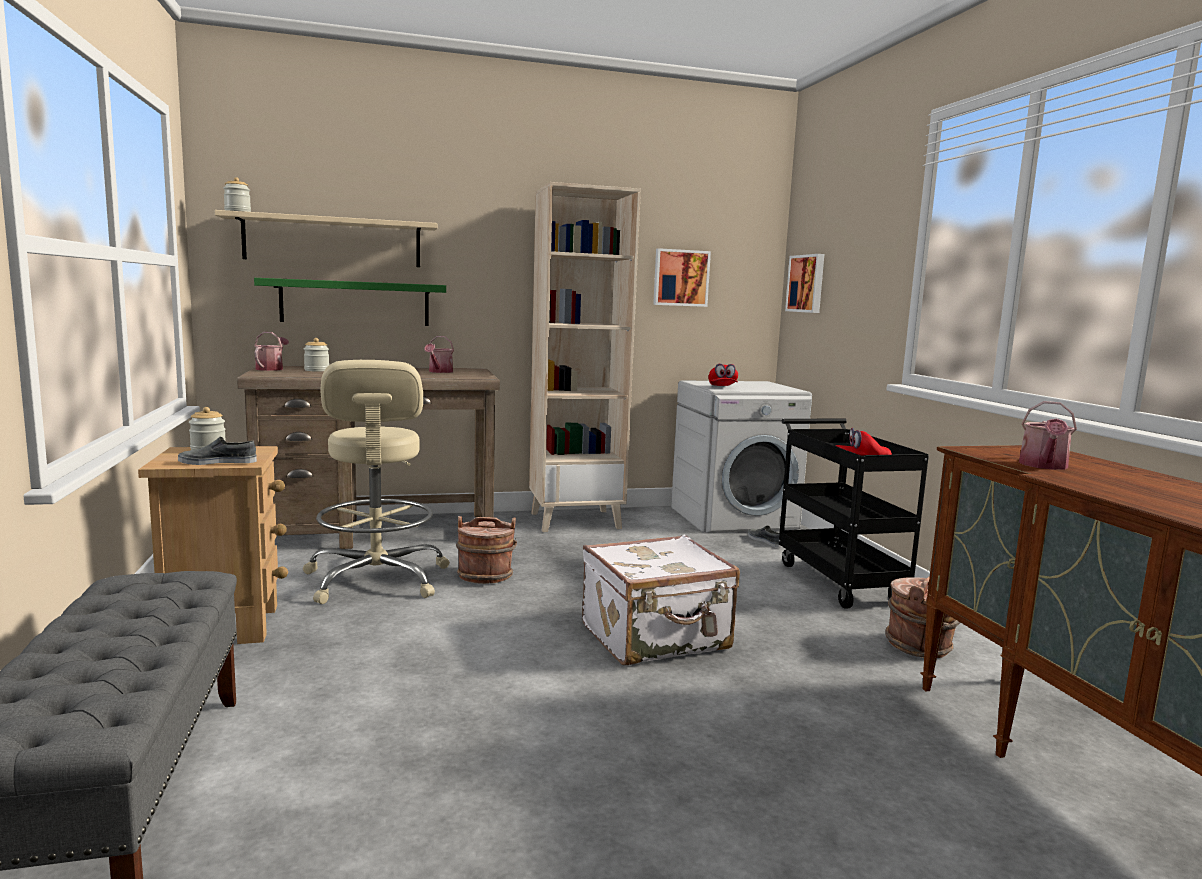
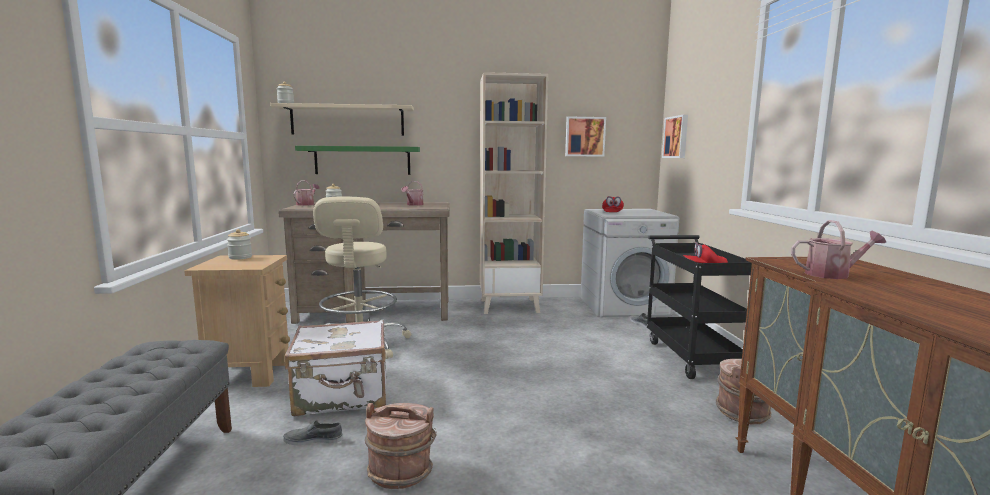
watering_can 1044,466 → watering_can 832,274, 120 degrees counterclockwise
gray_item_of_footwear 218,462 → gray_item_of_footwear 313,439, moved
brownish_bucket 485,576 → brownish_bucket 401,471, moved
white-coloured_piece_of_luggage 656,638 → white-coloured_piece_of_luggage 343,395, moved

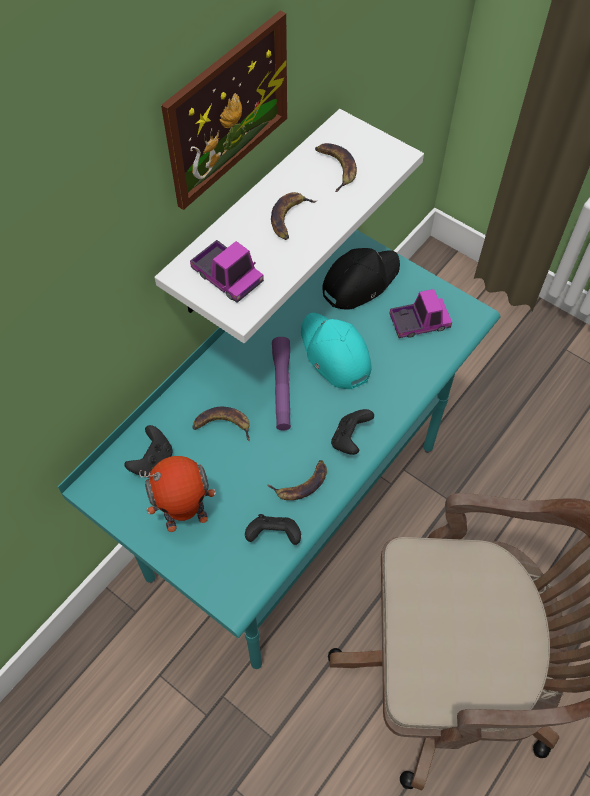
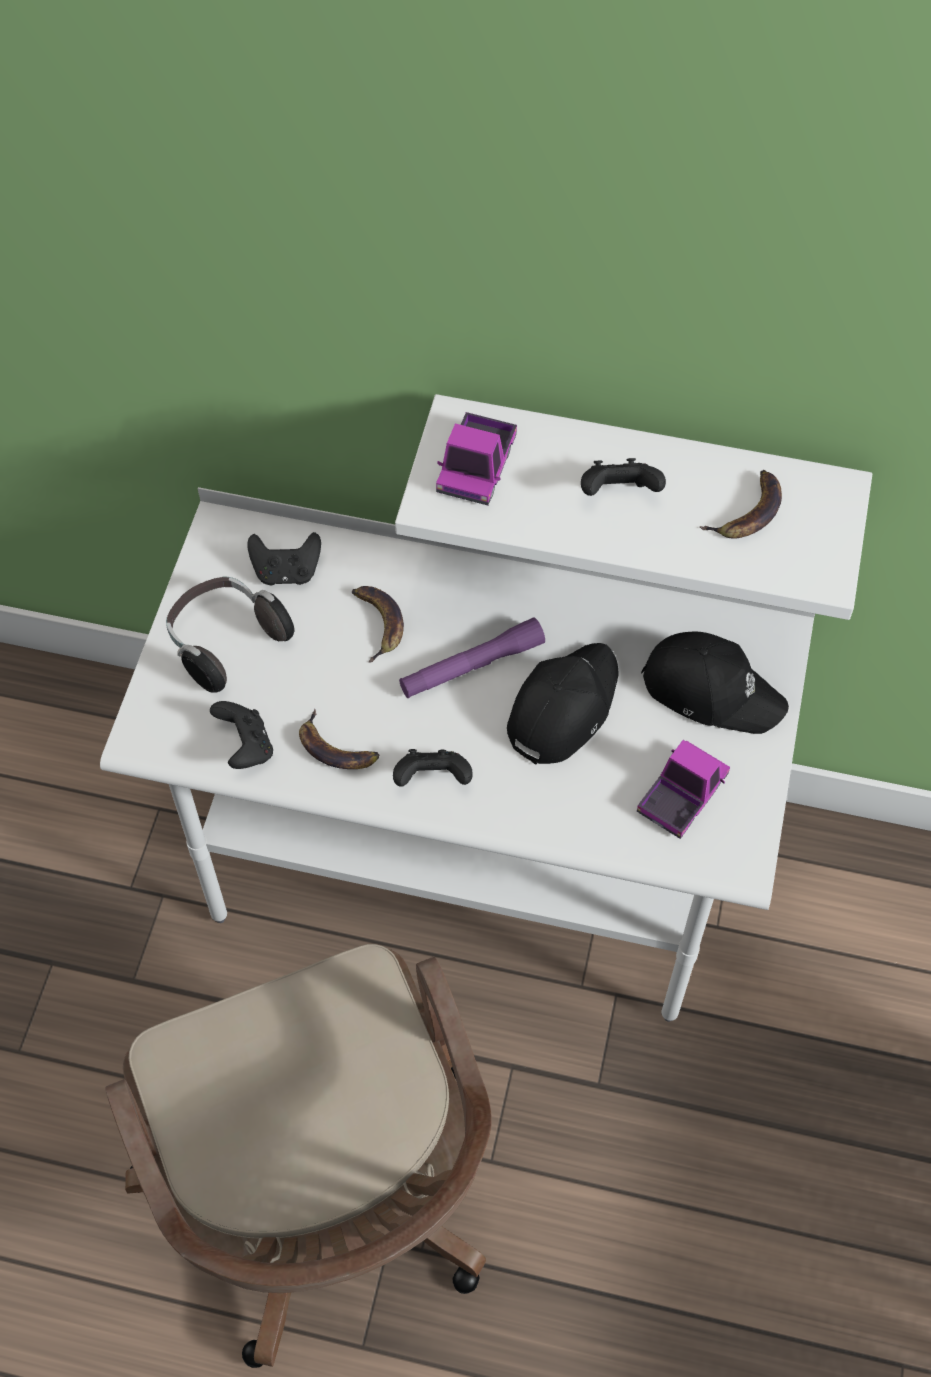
wall_picture 227,110 → -
whole_banana 289,218 → blackish_game_controller 618,494
turquoise_desk_table 293,511 → white-coloured_desk_table 466,869
model_truck 419,323 → model_truck 681,795, 105 degrees counterclockwise
turquoise_peaked_cap 334,354 → blackish_peaked_cap 562,707
robot_figure 186,518 → pair_of_headphones 226,642

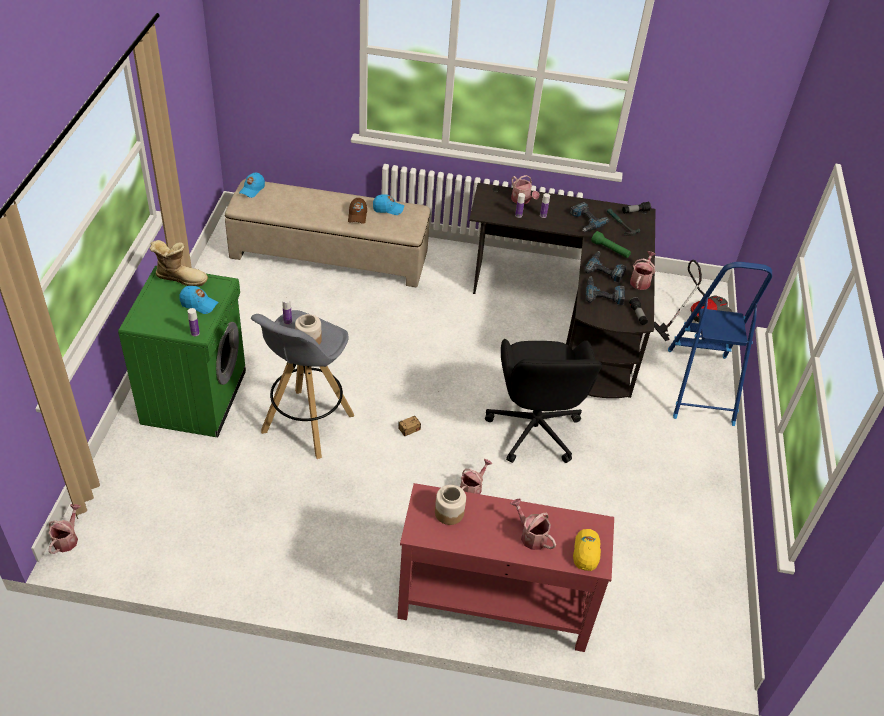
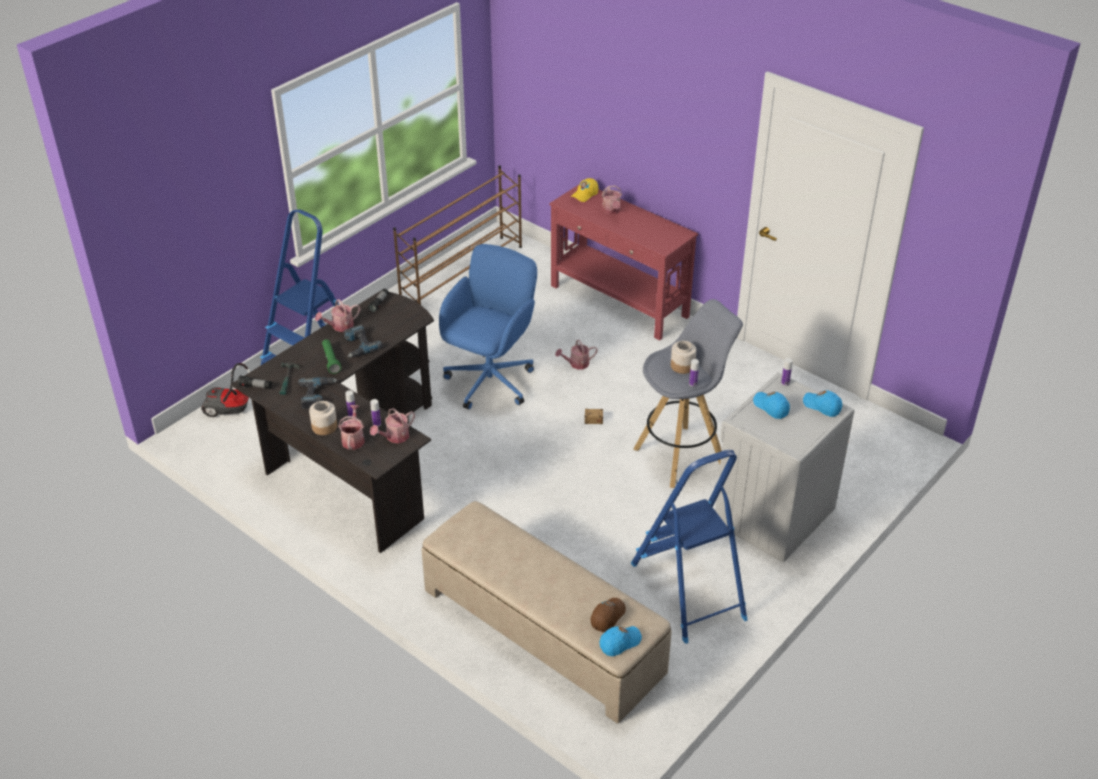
blue_peaked_cap 388,209 → blue_peaked_cap 822,406, moved
brownish_peaked_cap 357,216 → brownish_peaked_cap 607,617, moved
high-top_boot 181,277 → -
green_laundry_appliance 197,397 → white-coloured_laundry_appliance 771,515
power_drill 604,294 → -
blackish_office_chair 533,431 → blue_office_chair 491,382
preserve_jar 449,512 → preserve_jar 324,427, moved
watering_can 67,539 → watering_can 394,437, moved
- → brownish_shoe_shelf 463,273
- → blue_step_ladder 687,589

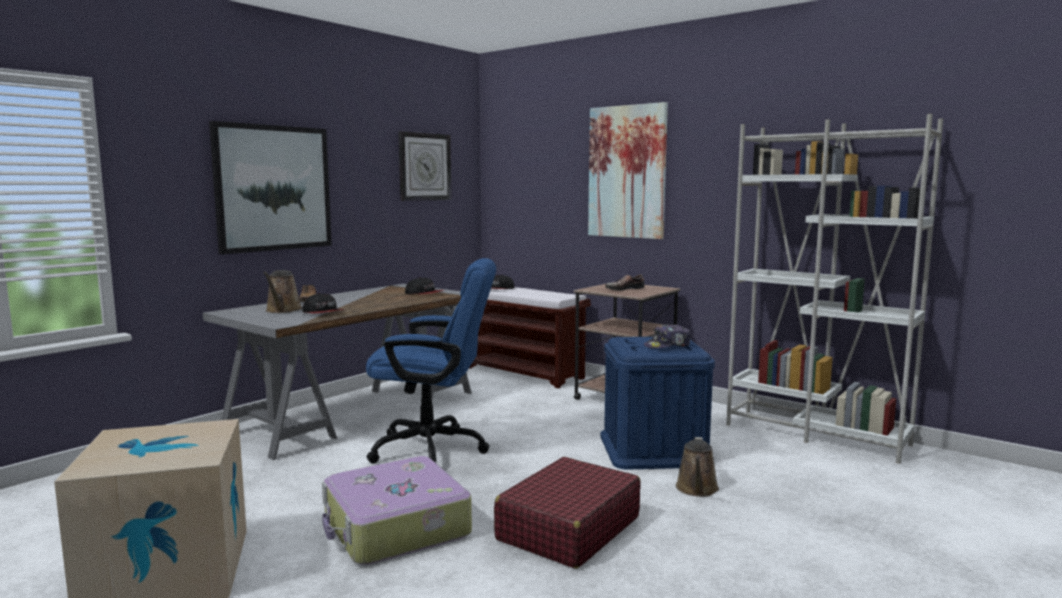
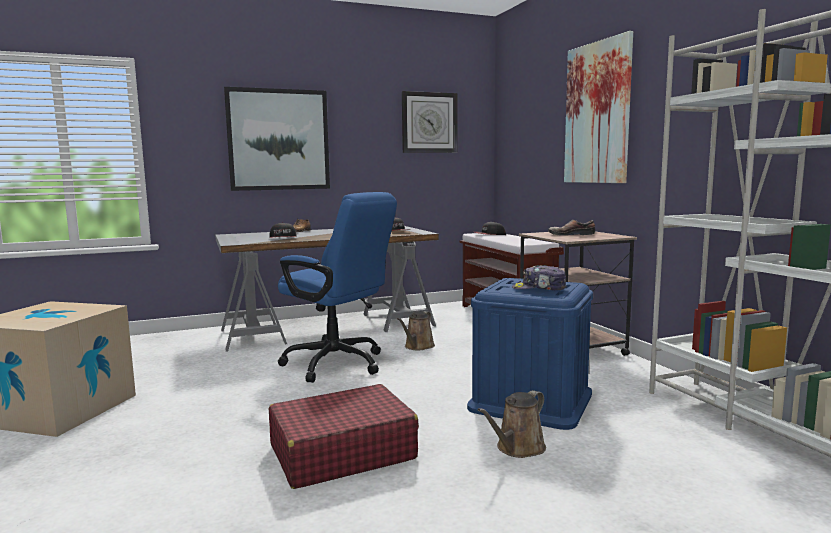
brownish_watering_can 283,310 → brownish_watering_can 418,347, moved
piece_of_luggage 395,528 → -

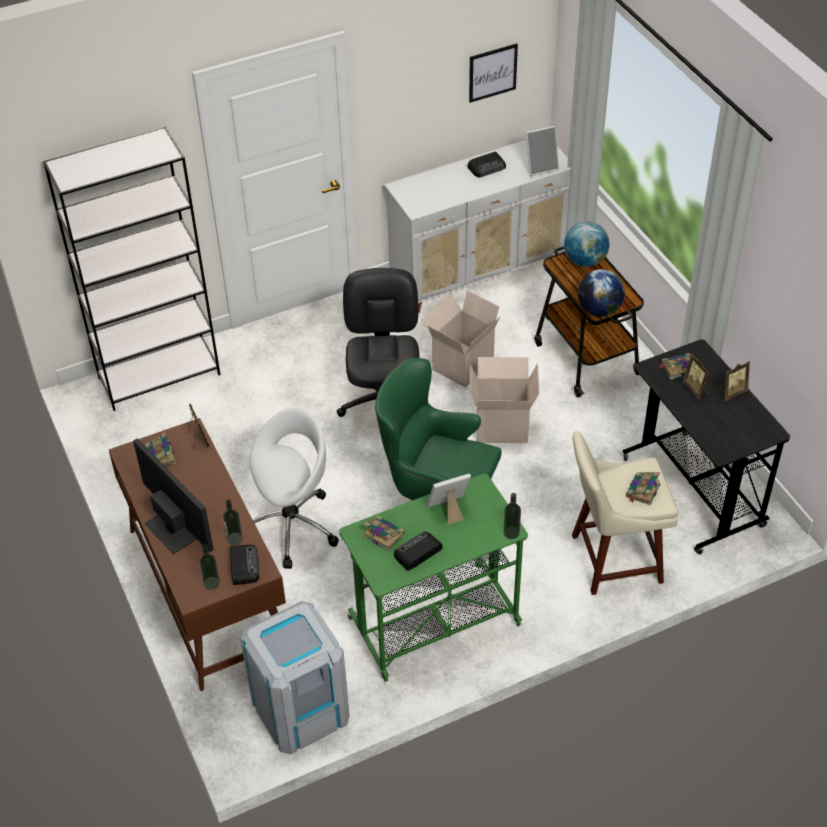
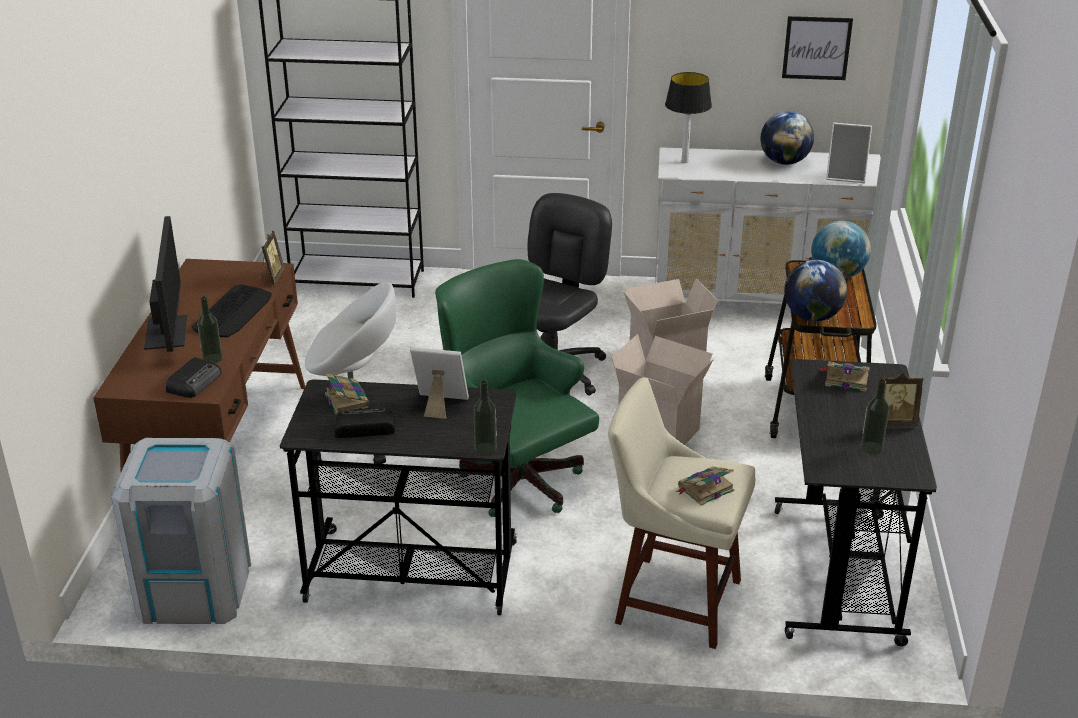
radio 487,167 → desk_globe 784,162
photo_frame 696,389 → -
bound_book 161,457 → -
green_desk_table 434,622 → blackish_desk_table 410,572
drink_bottle 211,583 → drink_bottle 871,447, moved
- → tabletop_lamp 685,161
- → keyboard 233,312

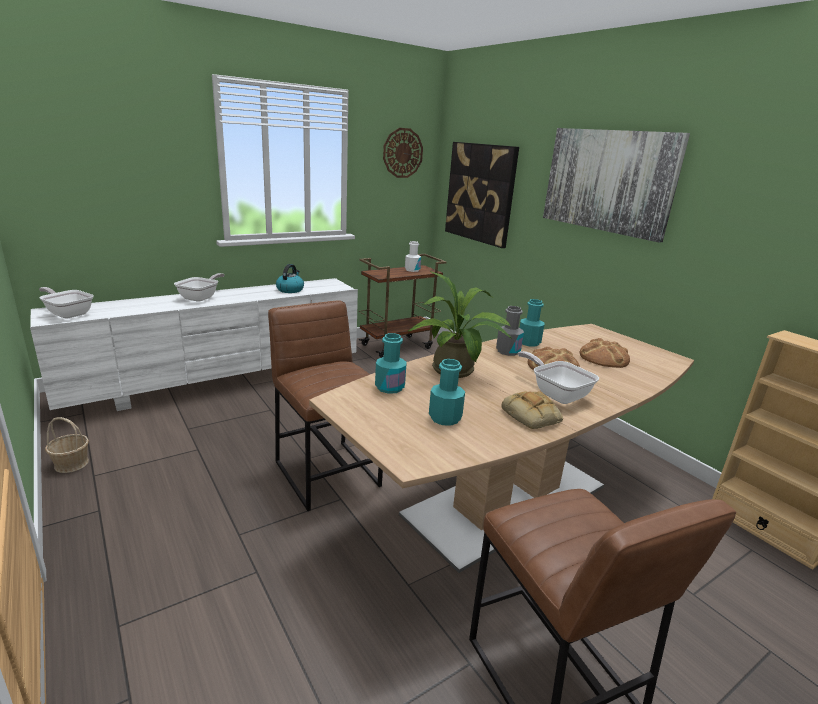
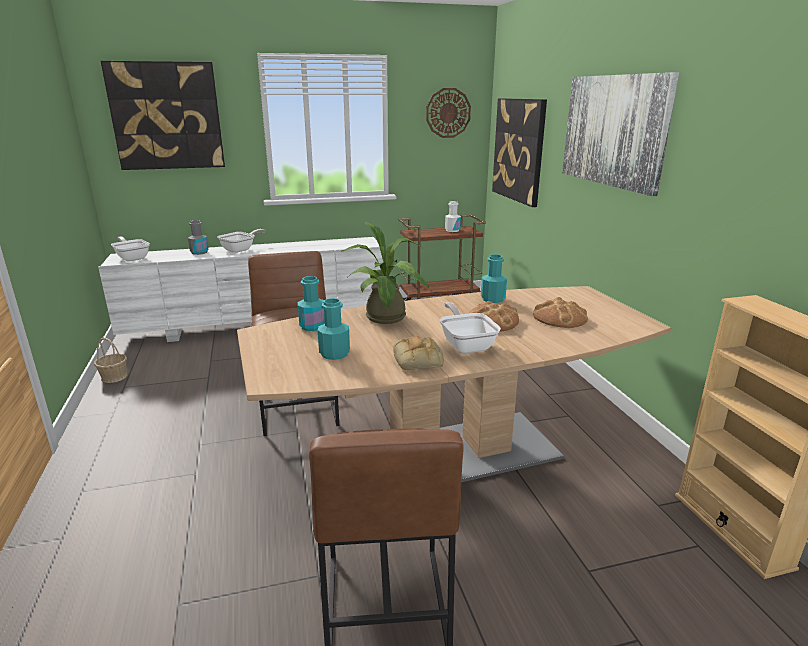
kettle 290,289 → -
gray_drink_bottle 508,351 → gray_drink_bottle 199,252, moved
- → wall_picture 166,116

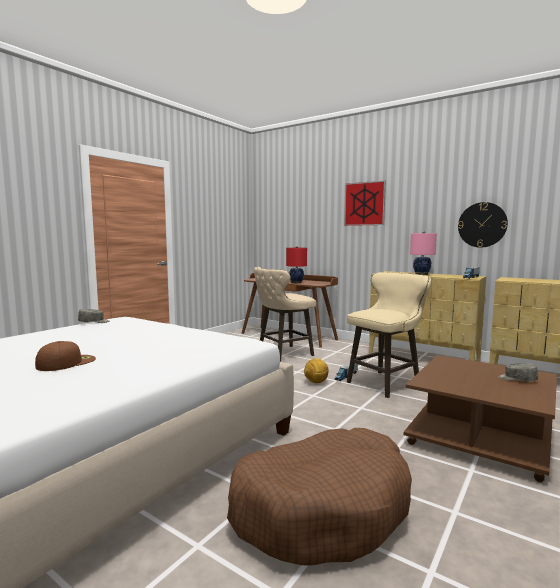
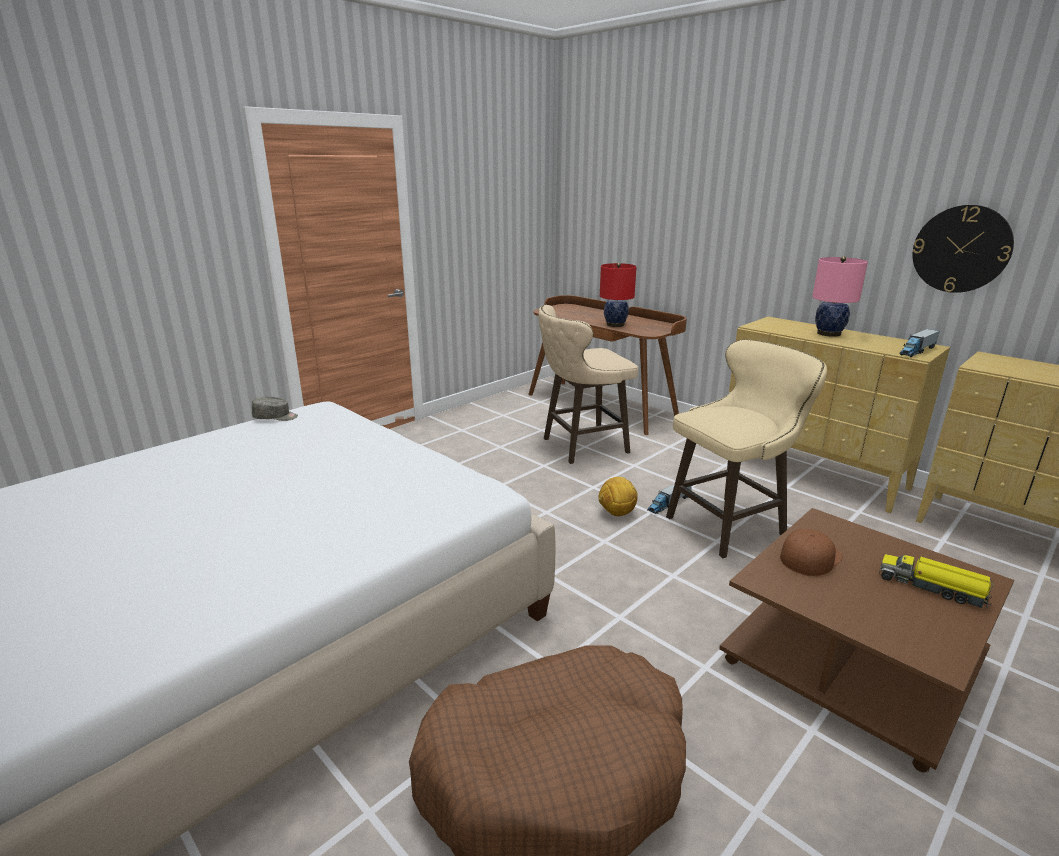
wall_picture 364,204 → -
brownish_peaked_cap 66,362 → brownish_peaked_cap 810,556, moved
gray_peaked_cap 517,379 → model_truck 932,588

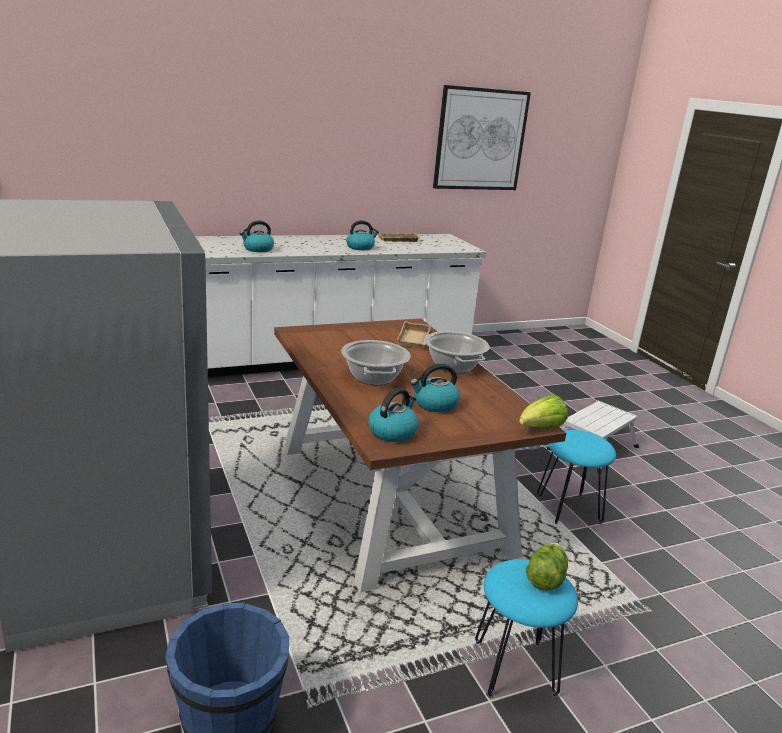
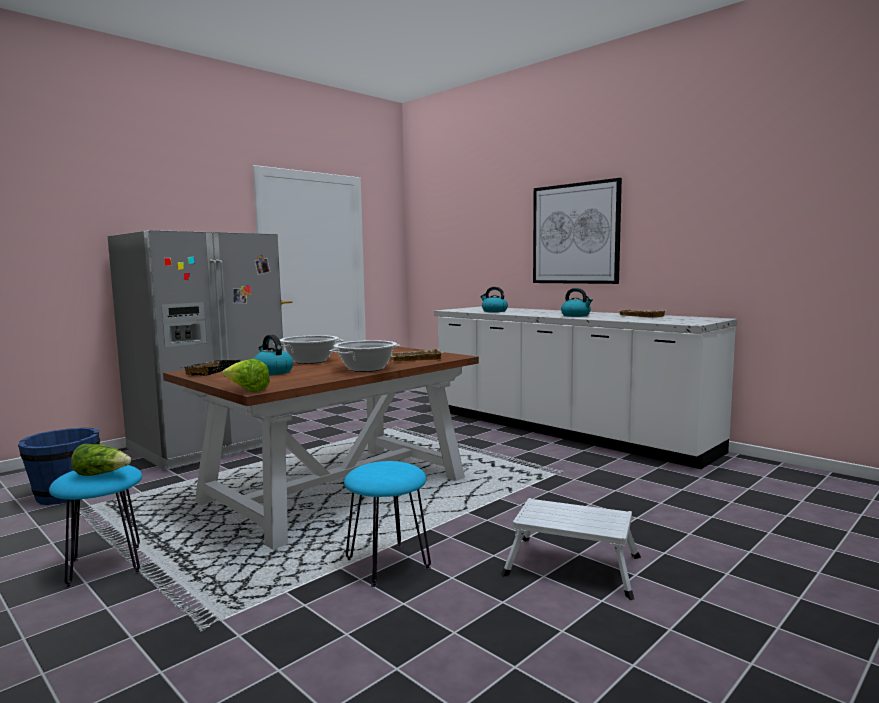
wall_picture 480,139 → wall_picture 575,234, moved
kettle 393,432 → blackish_serving_tray 212,371

